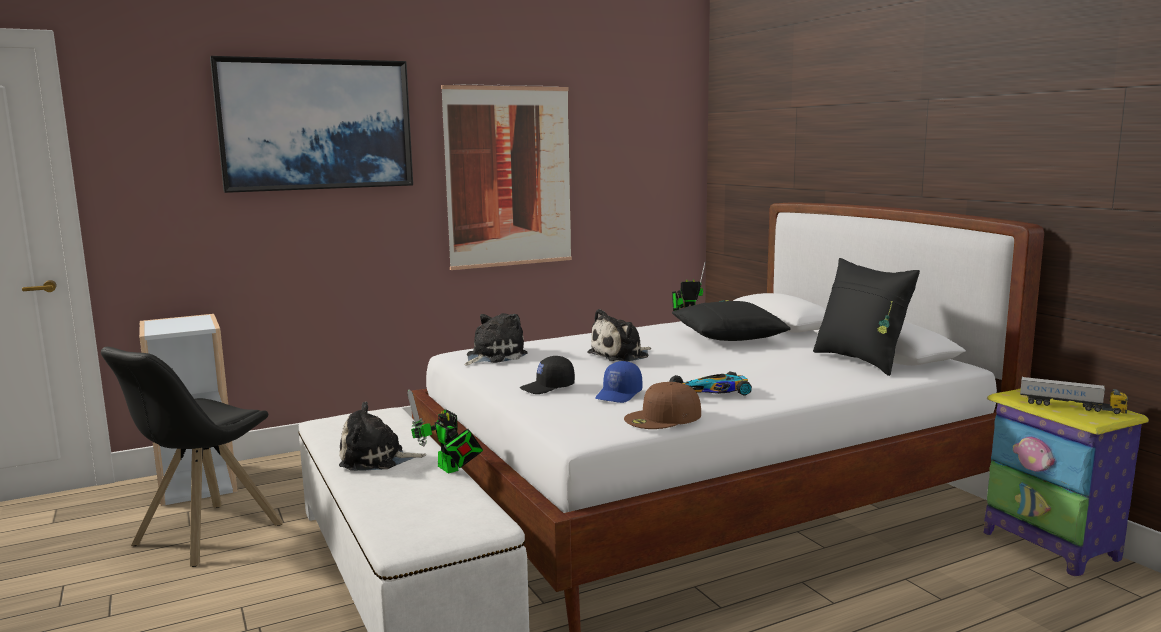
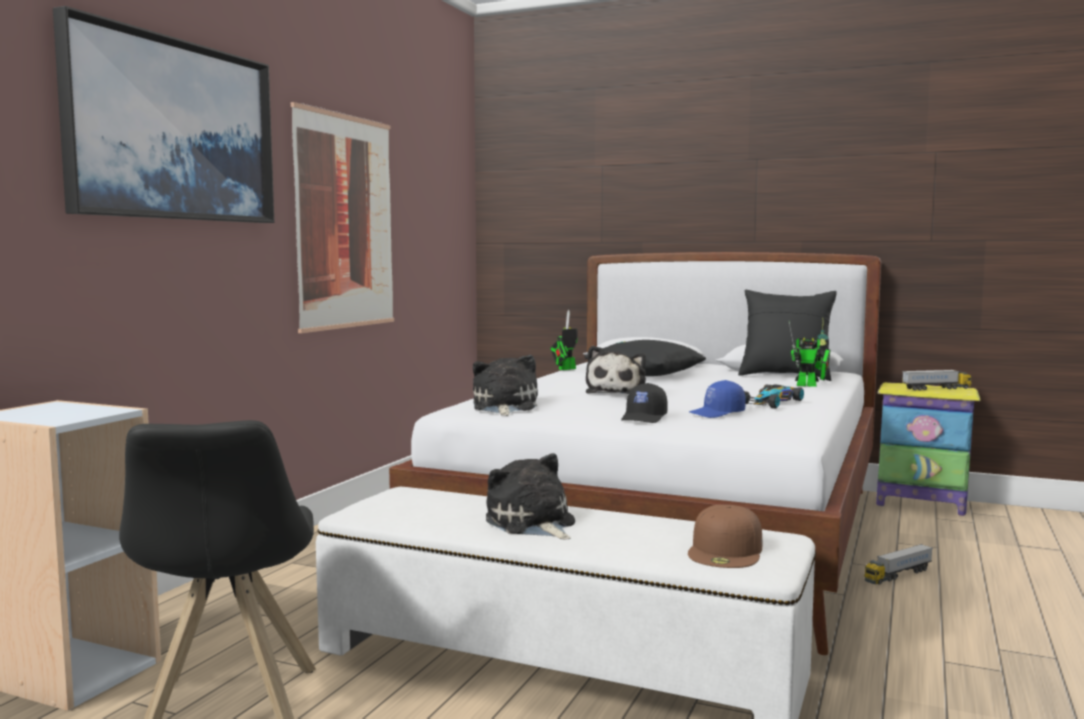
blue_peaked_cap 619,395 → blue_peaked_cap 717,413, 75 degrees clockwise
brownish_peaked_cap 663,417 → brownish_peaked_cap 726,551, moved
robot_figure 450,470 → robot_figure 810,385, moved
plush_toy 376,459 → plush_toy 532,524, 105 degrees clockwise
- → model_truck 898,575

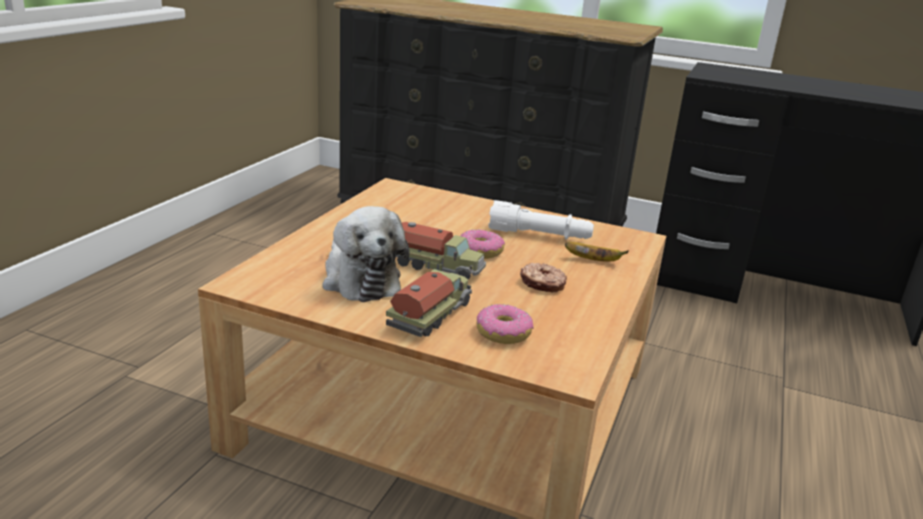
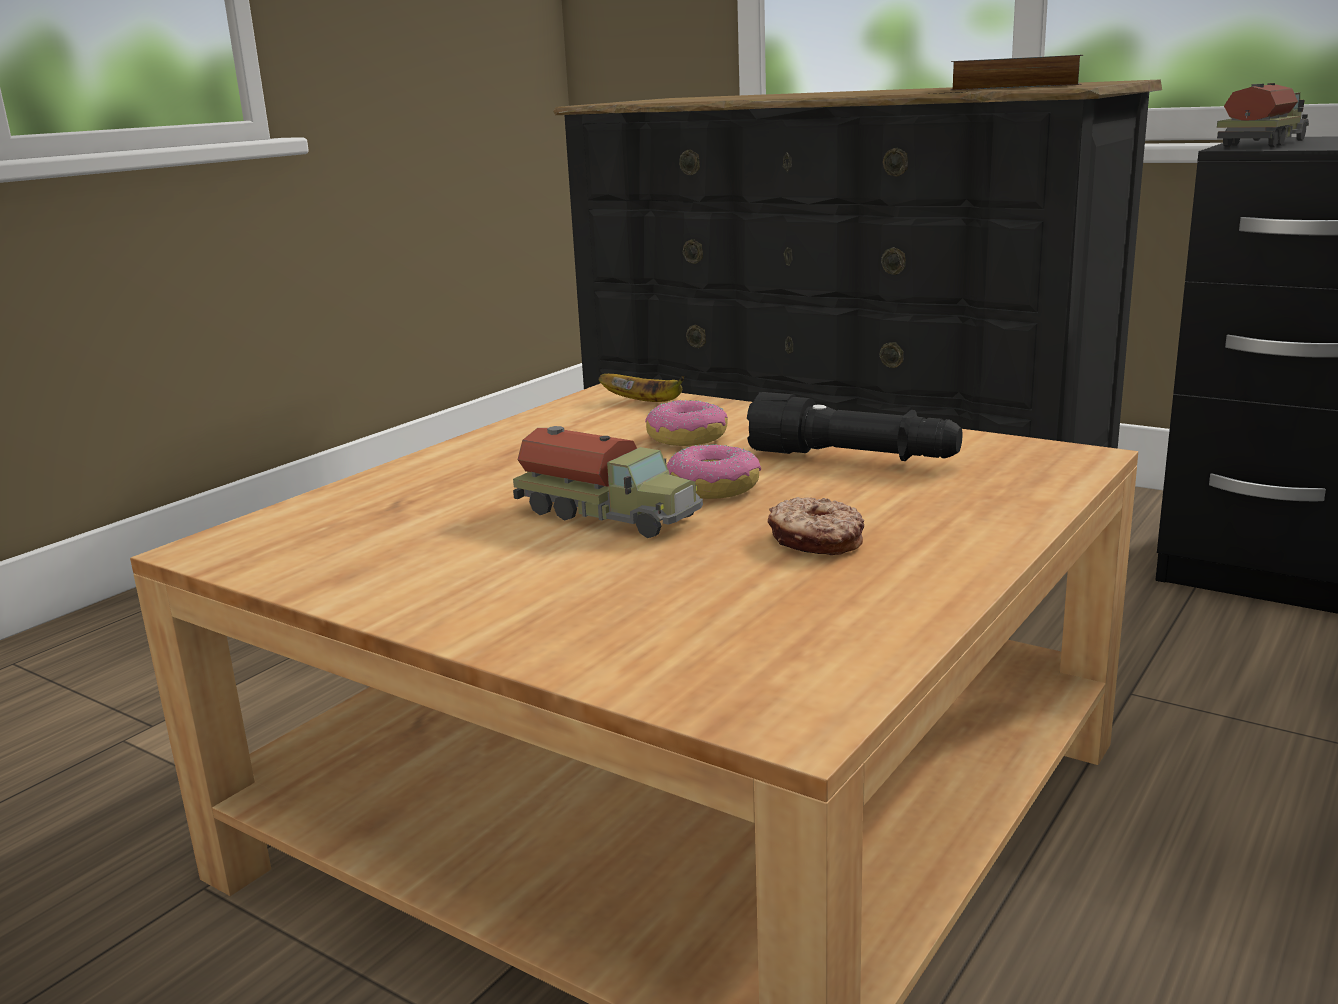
white-coloured_hand_torch 539,236 → blackish_hand_torch 854,459
plush_toy 360,279 → -
whole_banana 594,261 → whole_banana 646,402, moved
model_truck 431,315 → model_truck 1263,144, moved
donut 503,333 → donut 687,438, moved
- → bound_book 1011,87

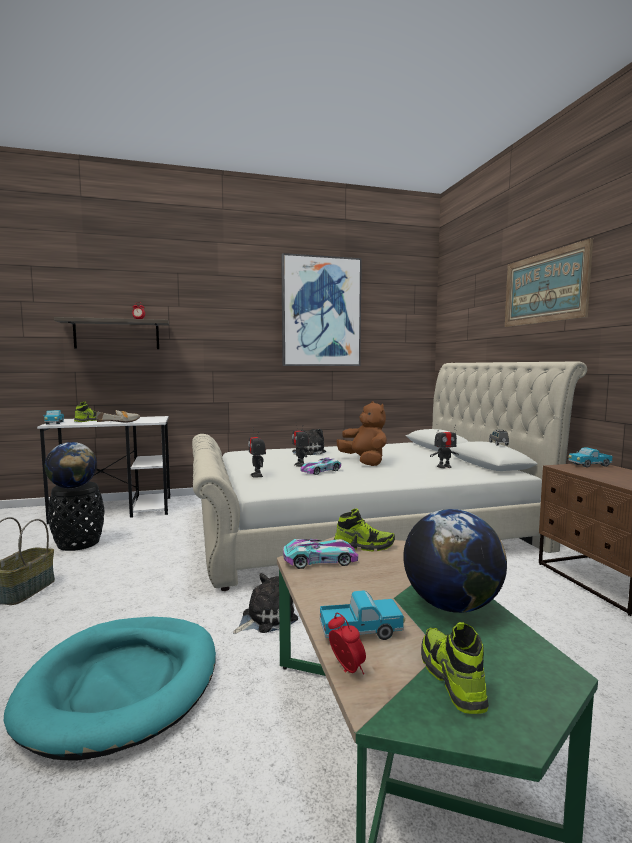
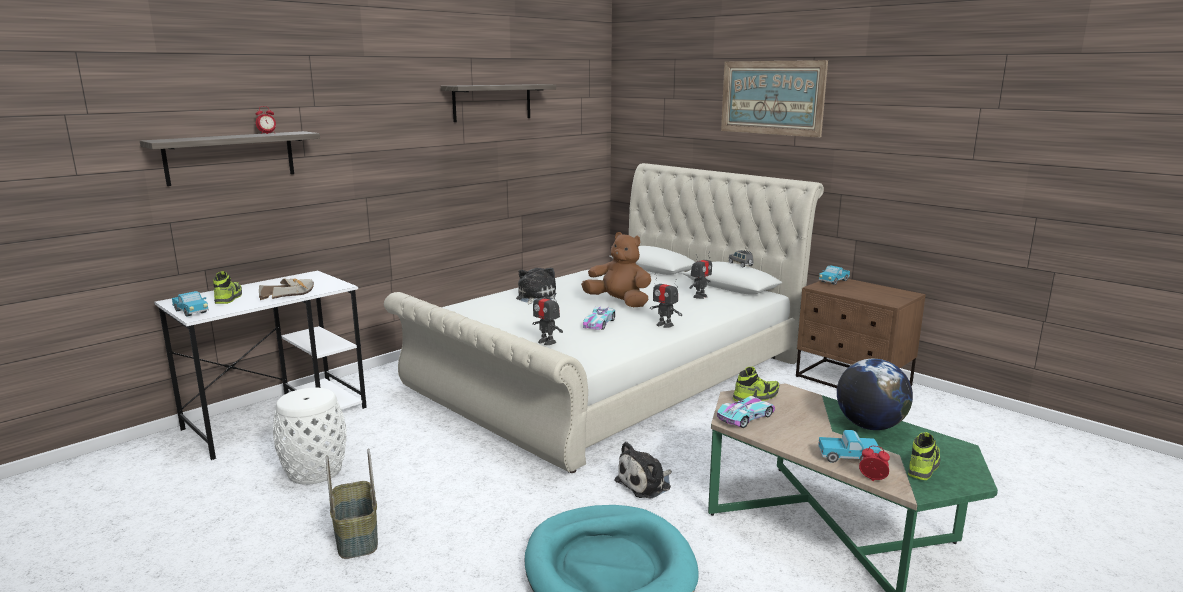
wall_picture 321,312 → bracket_shelf 492,102
robot_figure 300,465 → robot_figure 664,325, moved
desk_globe 72,487 → -
blackish_stool_seat 78,543 → white-coloured_stool_seat 315,471
plush_toy 266,618 → plush_toy 646,484, 150 degrees counterclockwise
model_truck 361,632 → model_truck 848,457, 45 degrees clockwise
item_of_footwear 451,679 → item_of_footwear 923,466, 75 degrees clockwise

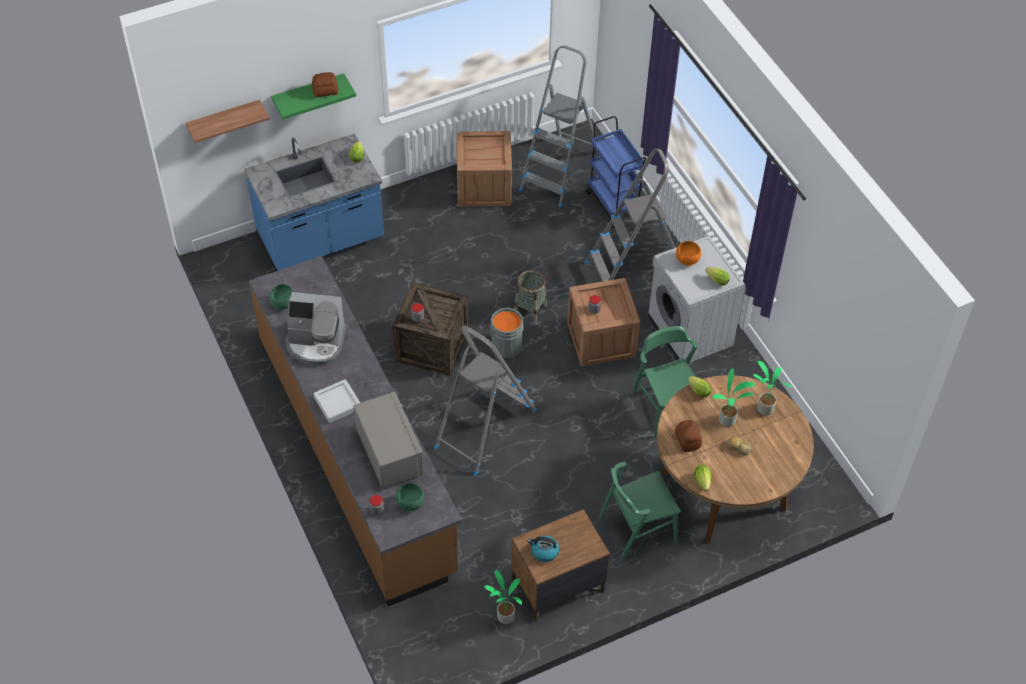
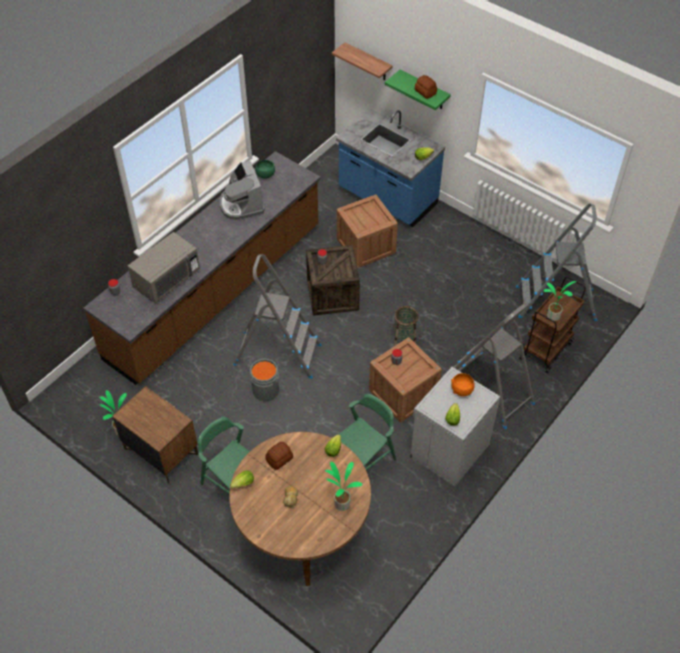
blue_cart 613,205 → brownish_cart 546,350
crate 484,187 → crate 366,246, moved
gray_bucket 505,344 → gray_bucket 267,389, moved
plant_in_a_pot 728,421 → plant_in_a_pot 553,317, moved
gray_serving_tray 337,403 → -
green_deep_dish 411,503 → -
kettle 544,552 → -

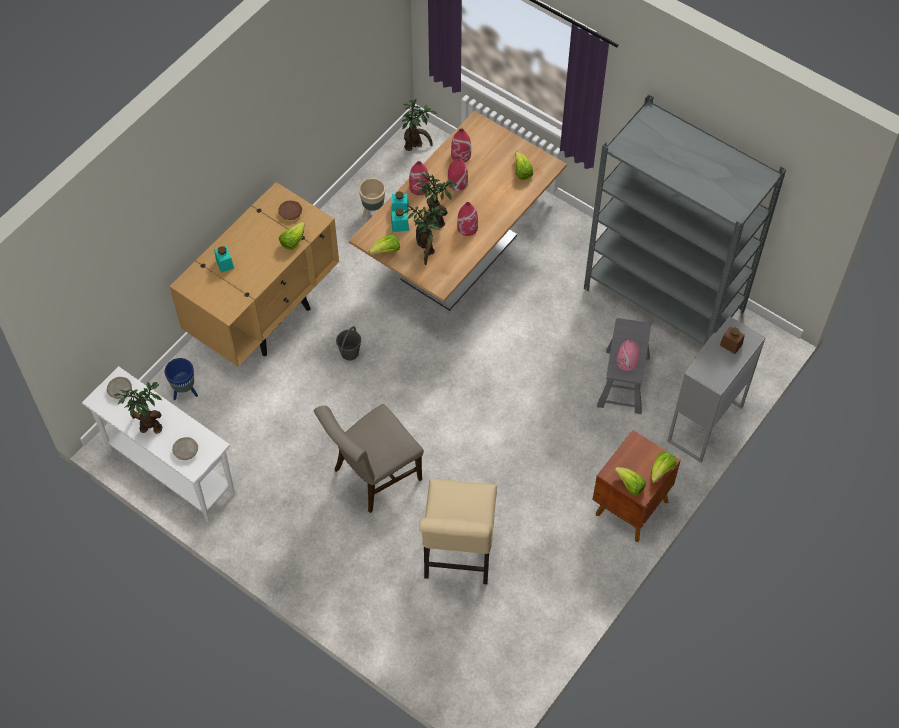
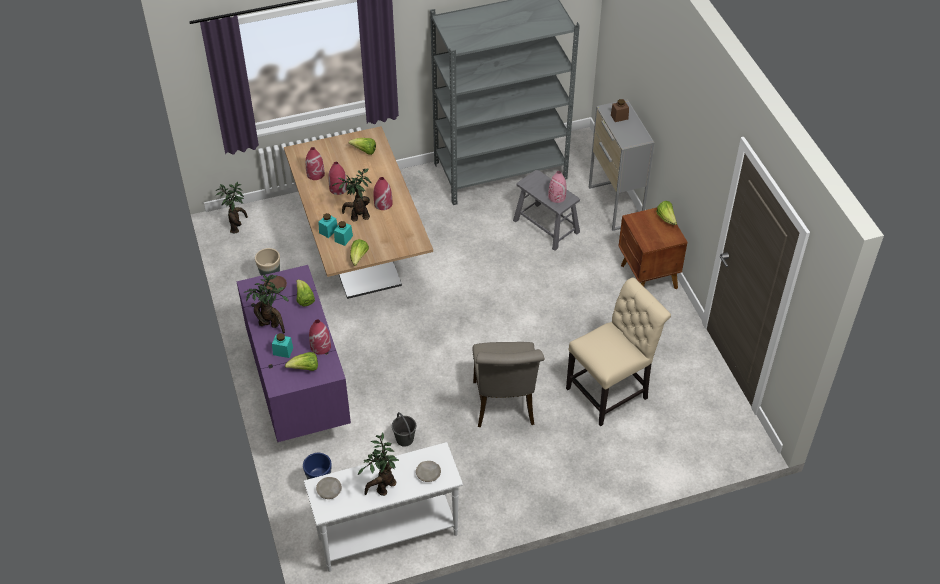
red-coloured_flower_vase 419,187 → red-coloured_flower_vase 320,346, moved
beige-coloured_dresser 265,316 → purplish_dresser 300,397
plant_in_a_pot 426,250 → plant_in_a_pot 271,325, moved
gray_bucket 350,352 → gray_bucket 404,439, moved
lettuce_head 630,485 → lettuce_head 305,368, moved
beige-coloured_upright_chair 457,555 → beige-coloured_upright_chair 611,392, 75 degrees counterclockwise

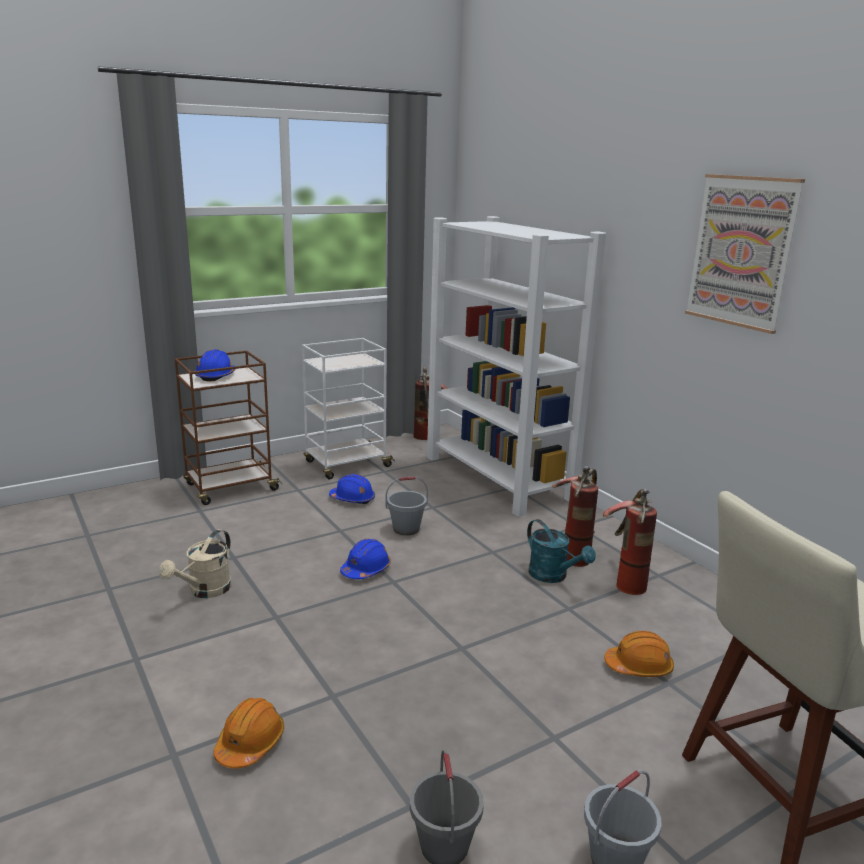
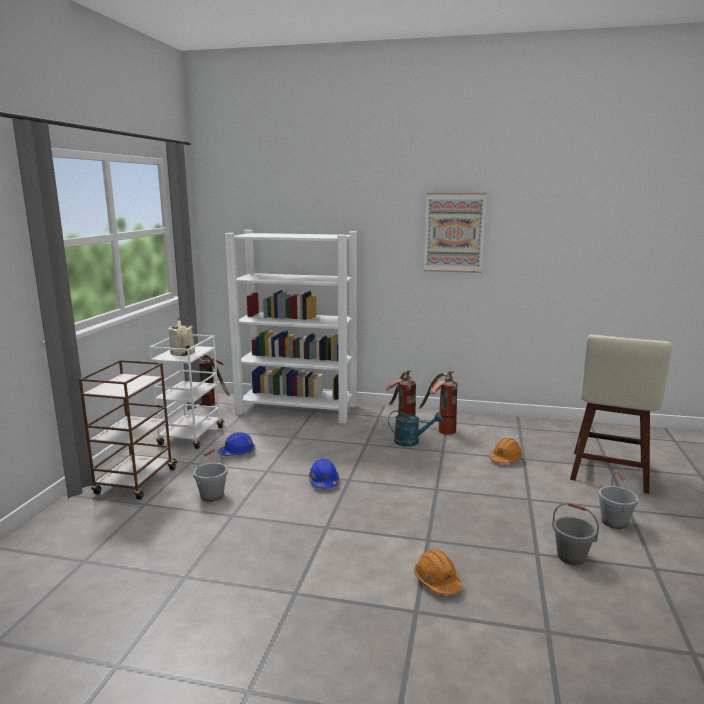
blue_work_helmet 216,376 → -
gray_bucket 406,529 → gray_bucket 212,495, moved
beige-coloured_watering_can 205,591 → beige-coloured_watering_can 183,354, moved

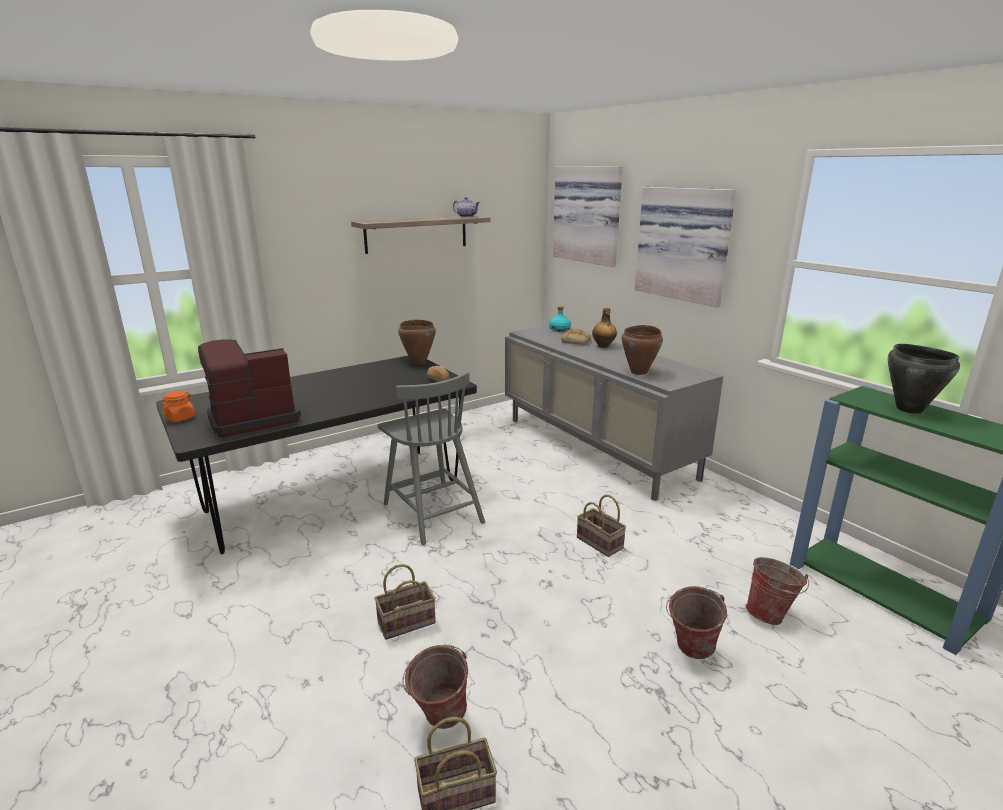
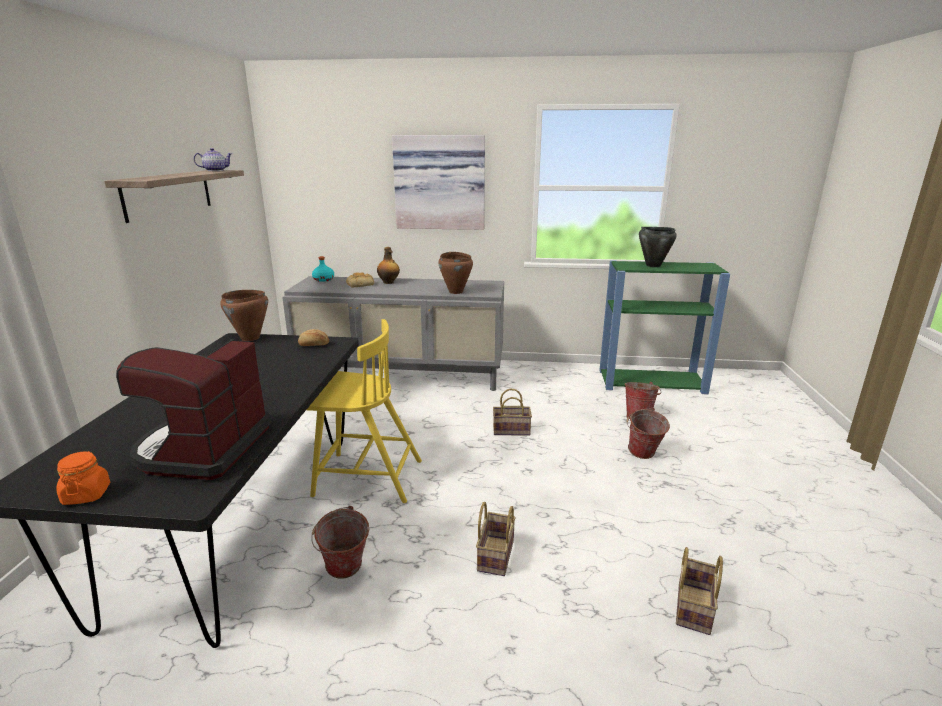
wall_picture 588,214 → -
gray_upright_chair 432,512 → yellowish_upright_chair 366,477
bucket 438,719 → bucket 344,572, moved

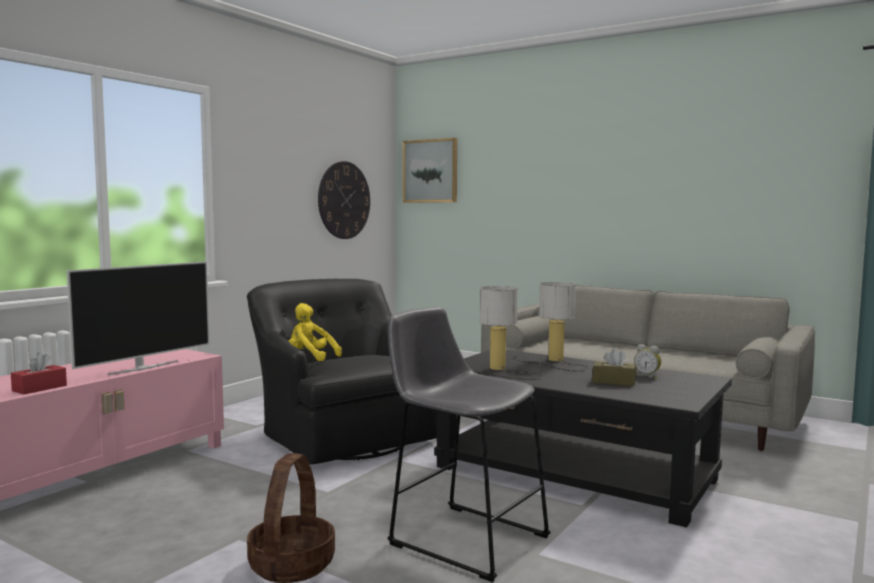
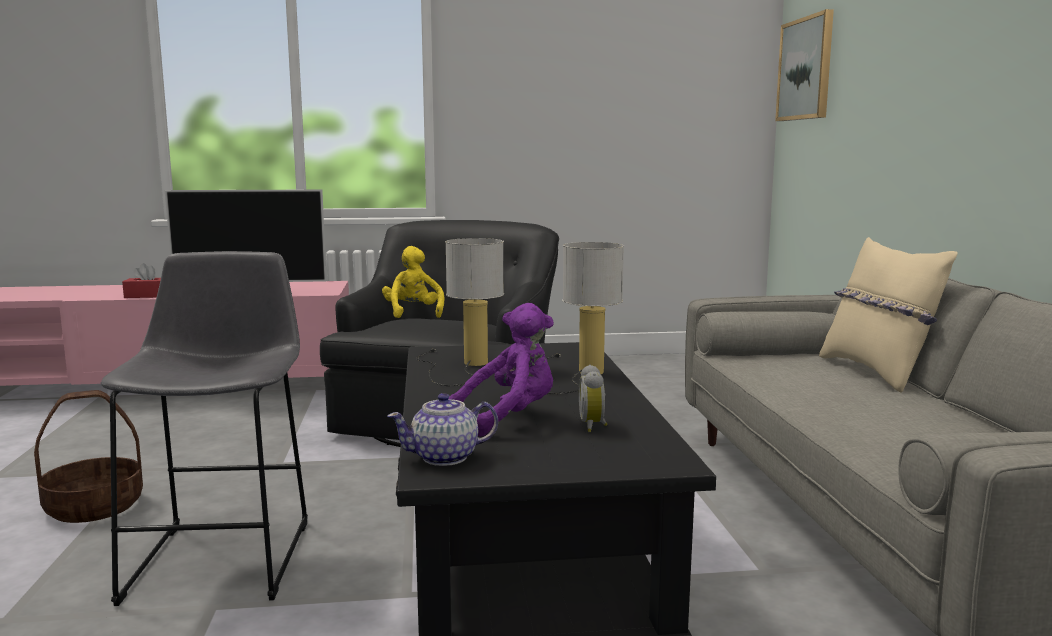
hanging_clock 344,200 → -
brownish_tissue_holder 614,382 → purplish_plush_toy 509,417
- → beige-coloured_throw_pillow 877,372
- → pot_for_tea 445,457

